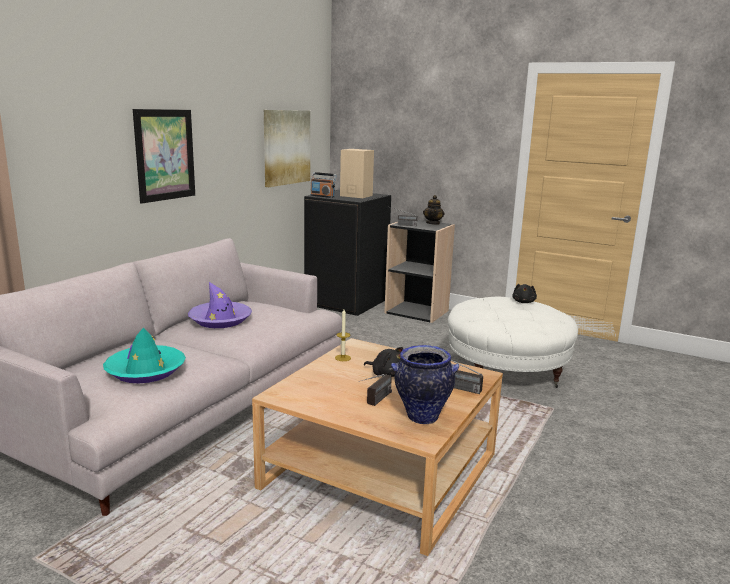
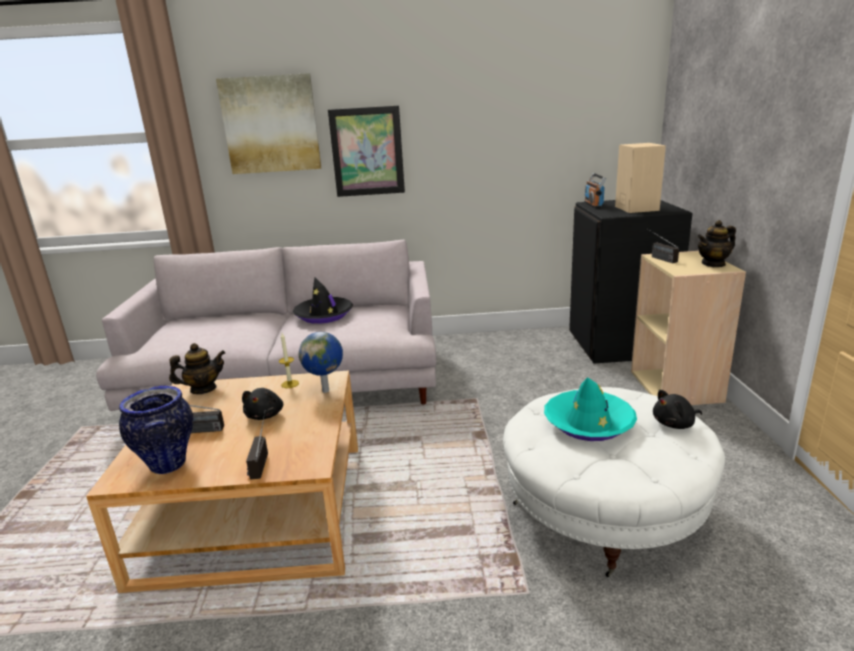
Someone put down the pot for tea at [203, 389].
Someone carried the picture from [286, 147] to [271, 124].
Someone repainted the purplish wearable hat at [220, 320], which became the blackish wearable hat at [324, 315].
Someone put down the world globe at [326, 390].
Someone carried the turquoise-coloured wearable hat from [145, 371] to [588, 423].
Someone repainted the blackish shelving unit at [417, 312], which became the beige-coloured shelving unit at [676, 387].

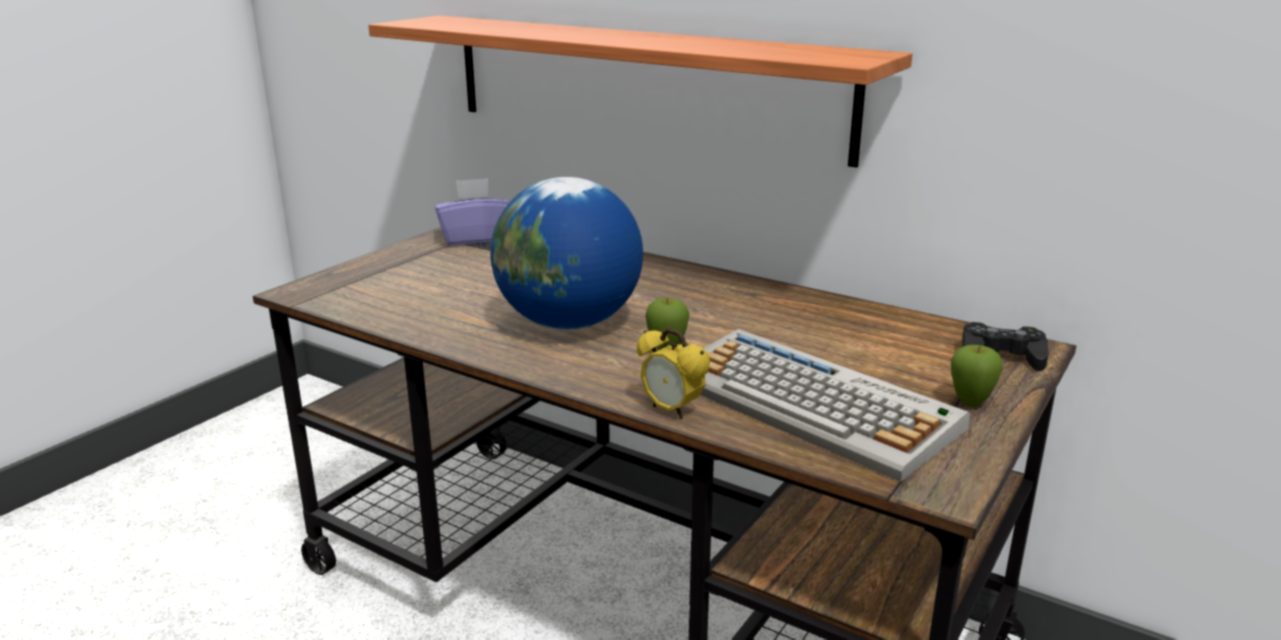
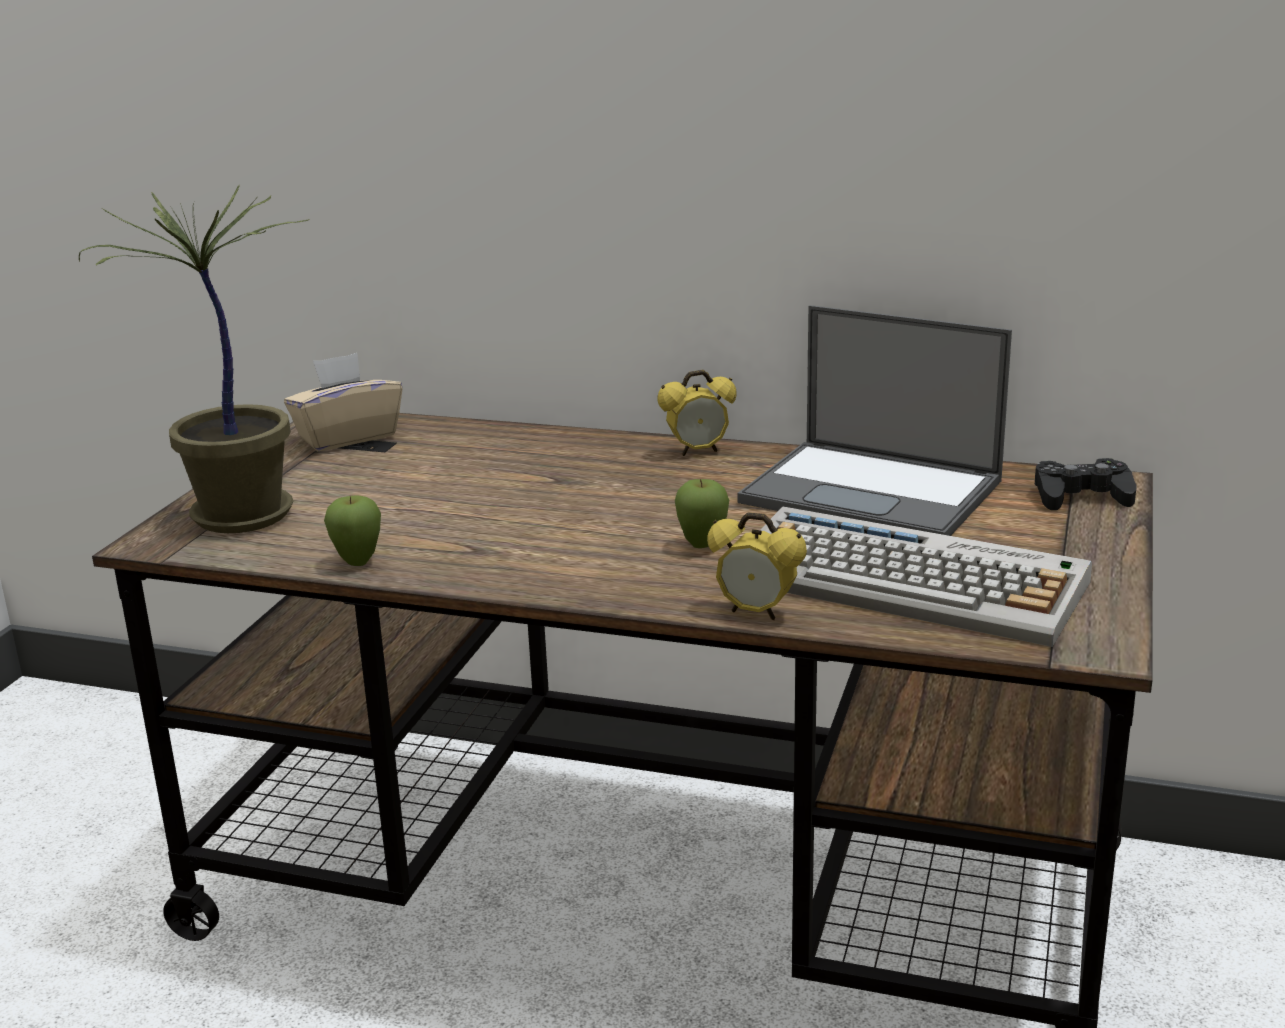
Someone put down the plant in a pot at [238, 517].
Someone repainted the purplish tissue holder at [476, 238], which became the beige-coloured tissue holder at [347, 437].
Someone carried the apple from [970, 403] to [357, 562].
Someone put down the table clock at [698, 451].
Someone put down the portable computer at [874, 492].
Someone took away the bracket shelf at [641, 84].
Someone took away the world globe at [568, 323].

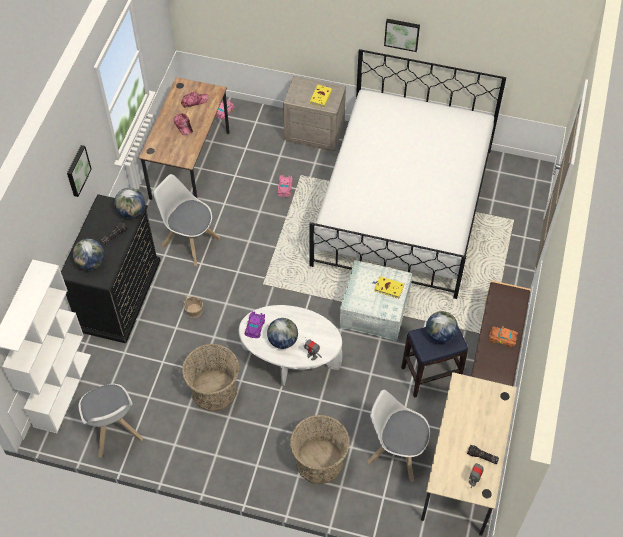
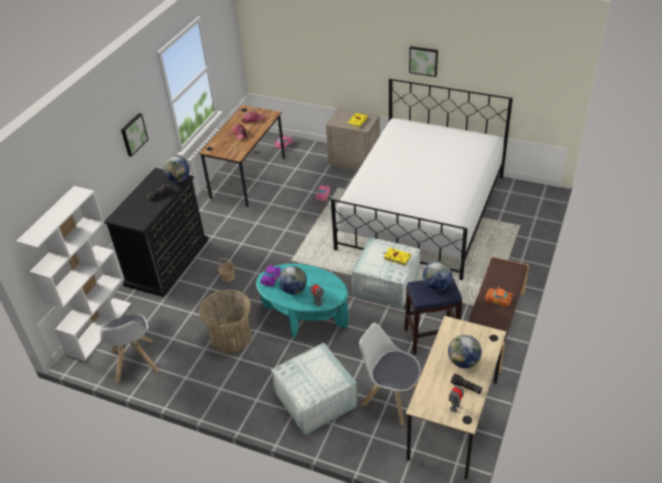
Someone repainted the white-coloured coffee table at [291, 359], which became the turquoise-coloured coffee table at [304, 317].
Someone swapped the storage basket at [319, 462] for the white-coloured ottoman at [315, 401].
Someone carried the world globe from [91, 263] to [463, 362].
Someone took away the plain chair at [189, 241].

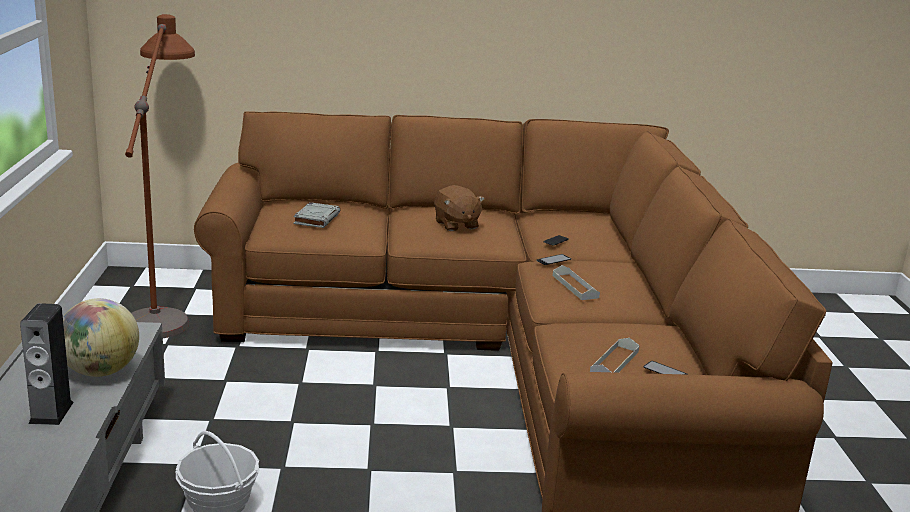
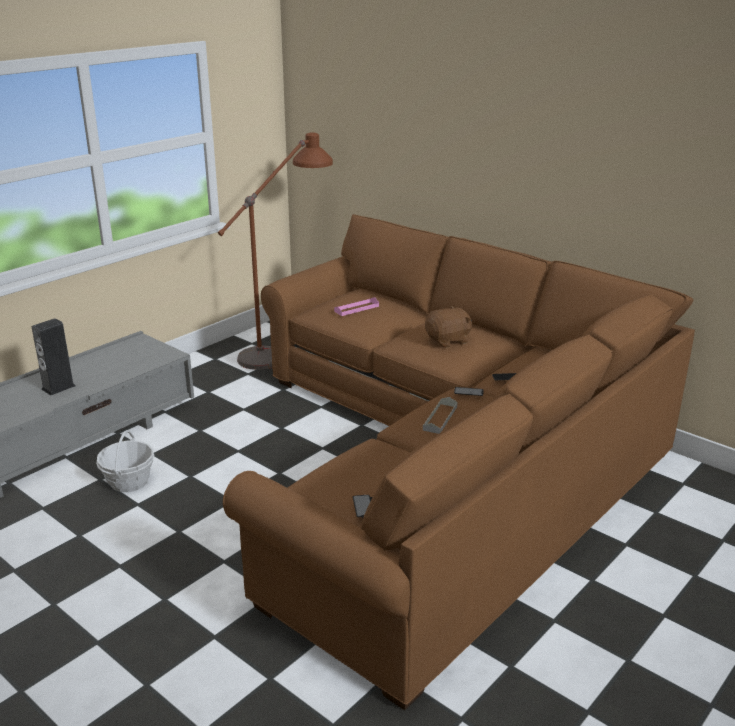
Someone swapped the greyish bound book at [316, 219] for the pink serving tray at [356, 309].
Someone rotated the brownish plush toy at [456, 225] by 135 degrees counterclockwise.
Someone took away the world globe at [100, 371].
Someone took away the greyish serving tray at [614, 362].

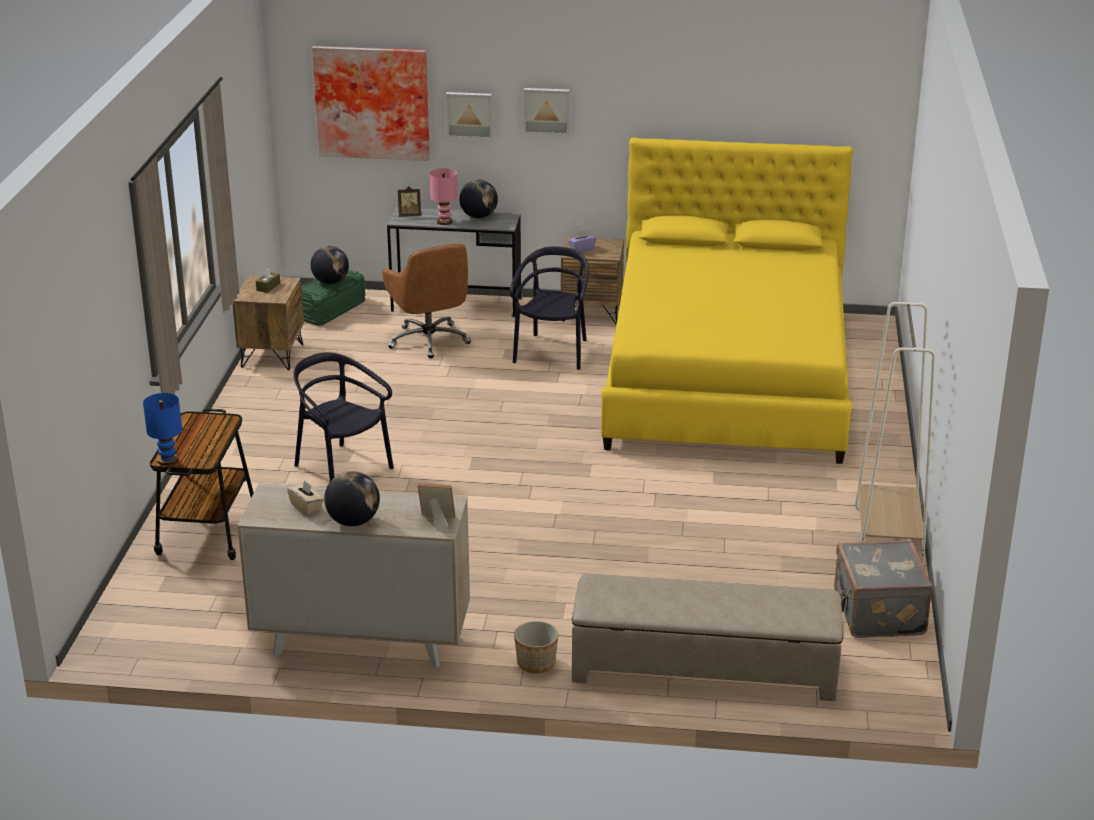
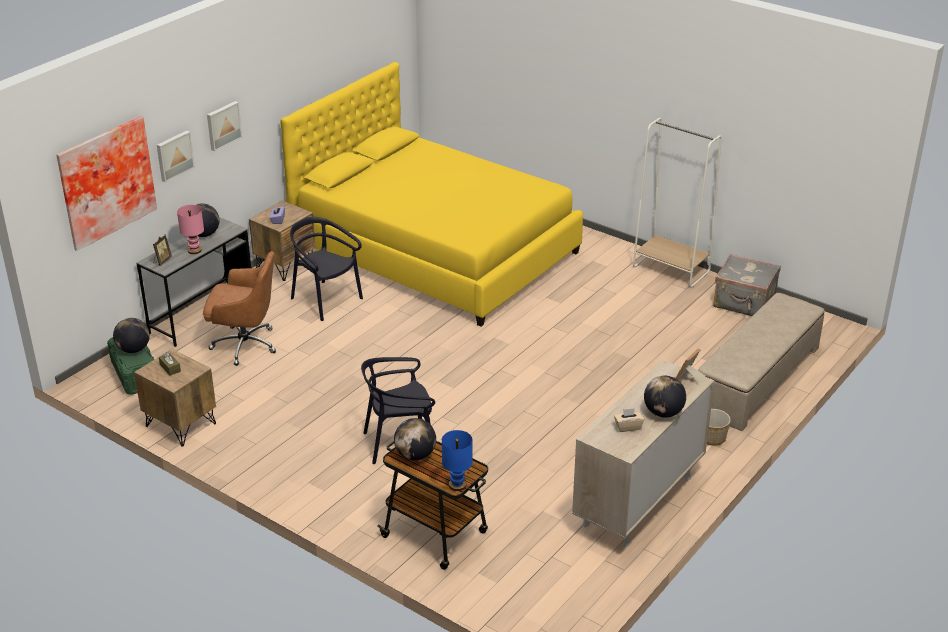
Someone put down the world globe at [415, 455].

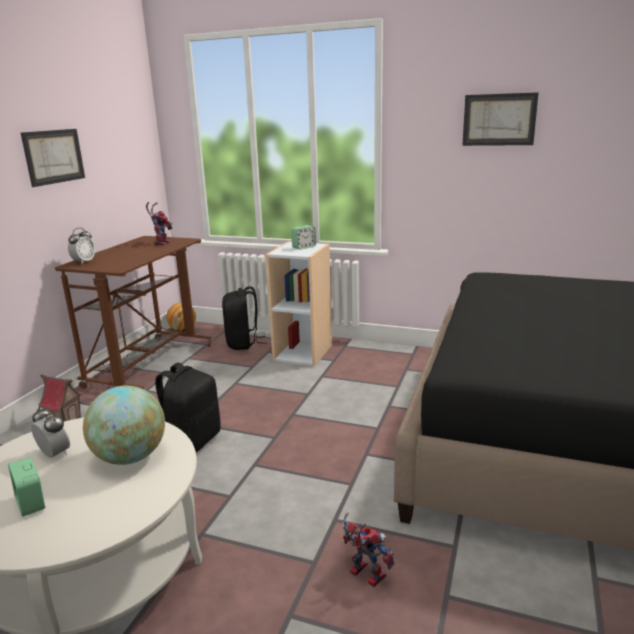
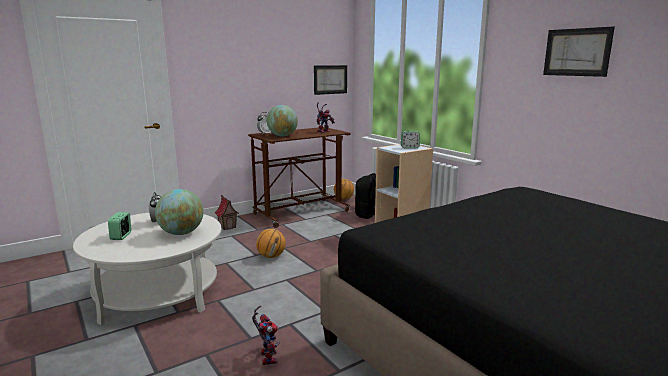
Someone swapped the blackish rucksack at [192, 441] for the basketball at [271, 256].
Someone put down the world globe at [282, 136].
Someone carried the picture from [54, 156] to [330, 79].

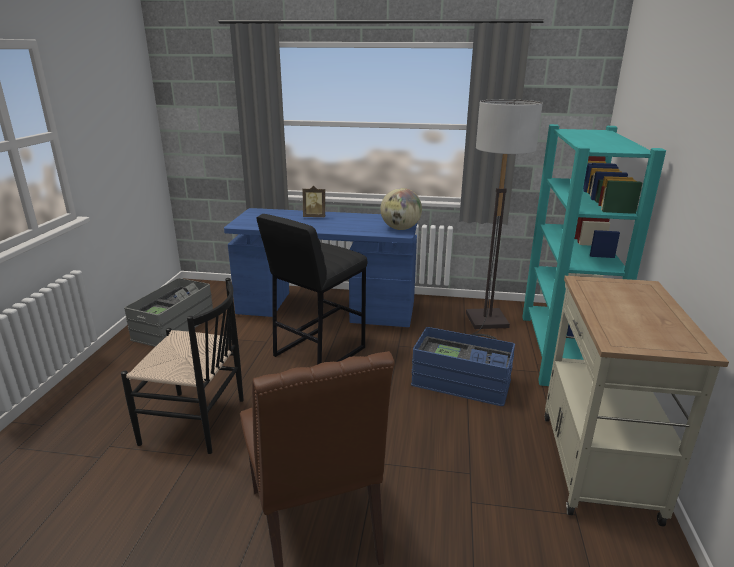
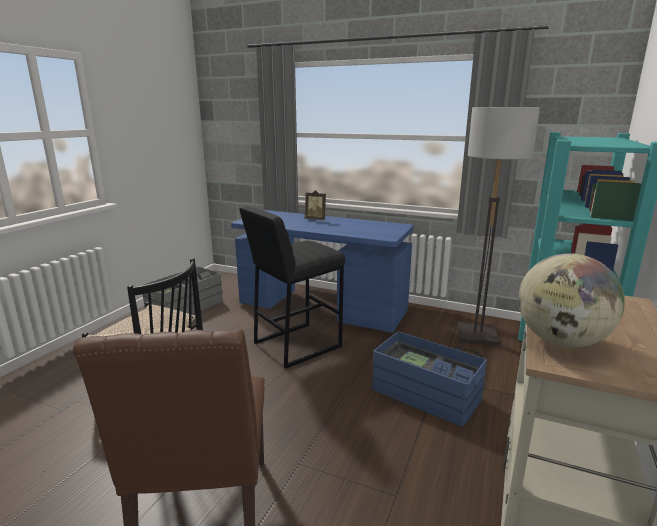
Someone carried the world globe from [400, 229] to [560, 341].

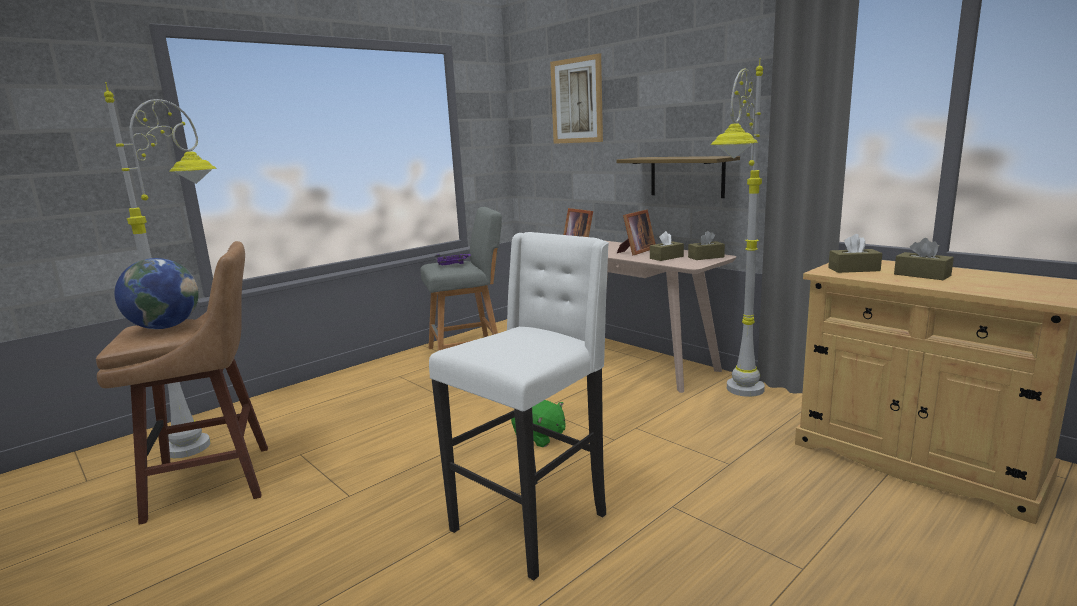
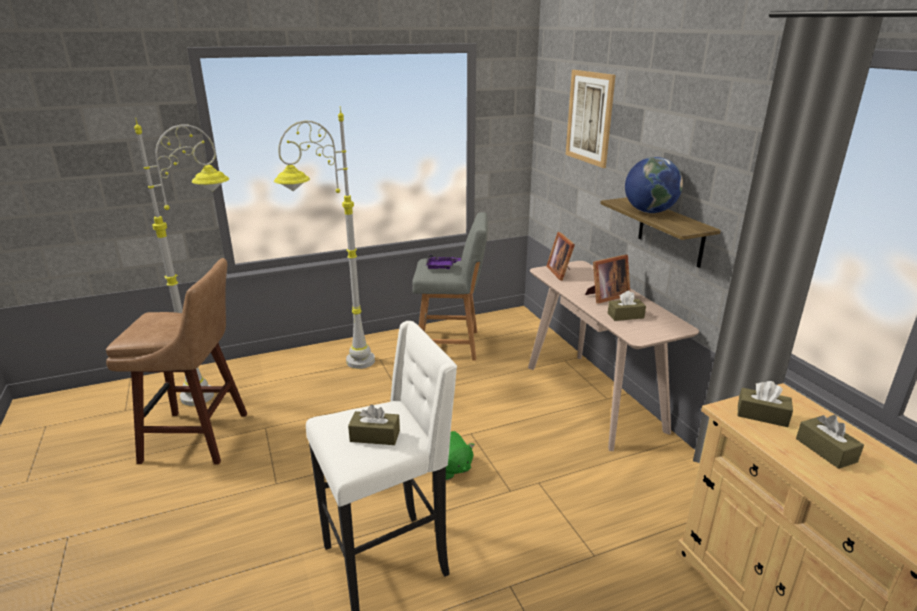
Someone carried the greyish floor lamp from [735, 400] to [337, 368].
Someone carried the brownish tissue holder from [706, 257] to [375, 436].
Someone carried the world globe from [165, 327] to [649, 212].

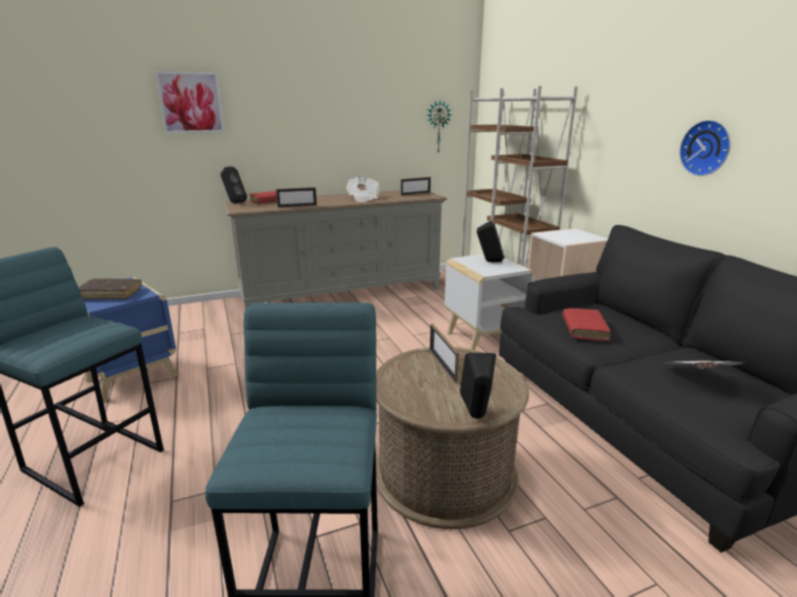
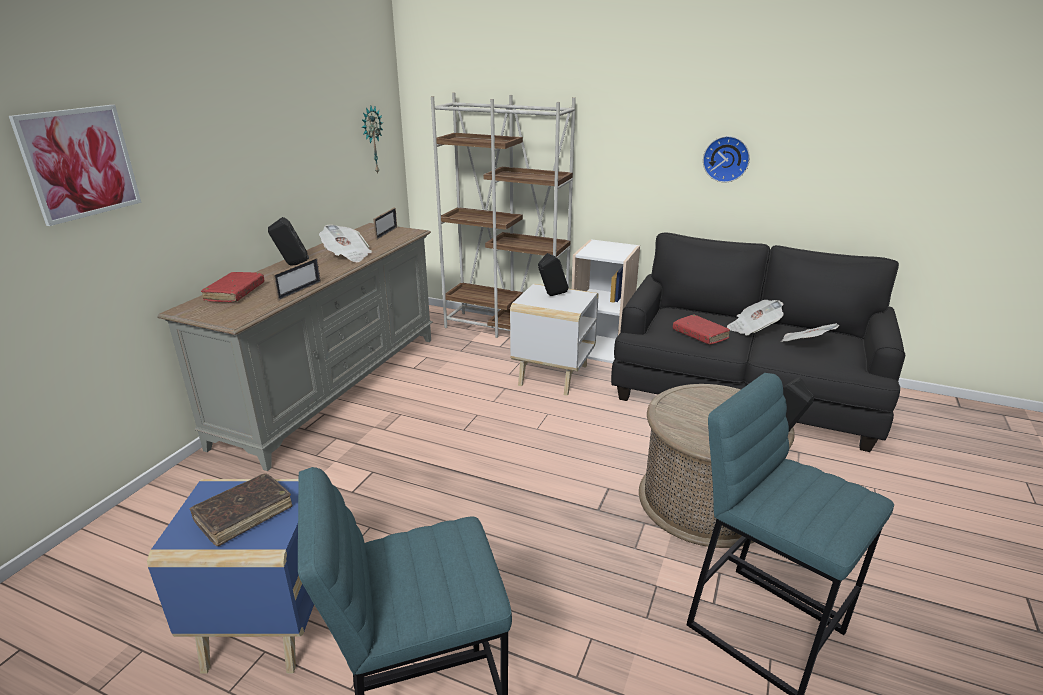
Someone carried the blackish loudspeaker from [234, 203] to [292, 265].
Someone put down the newspaper at [752, 329].
Someone took away the standing frame at [442, 365].

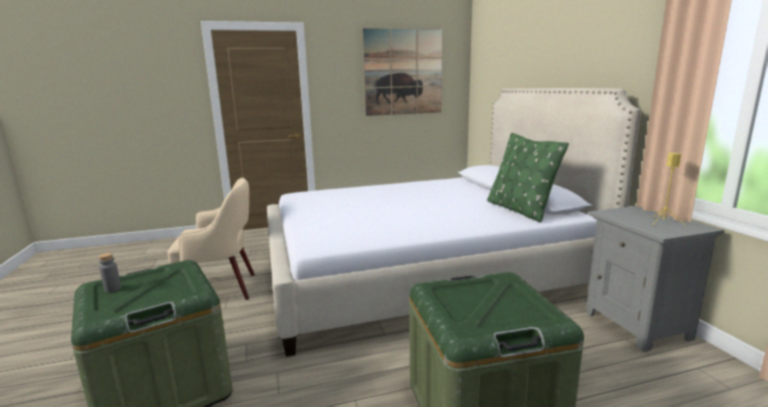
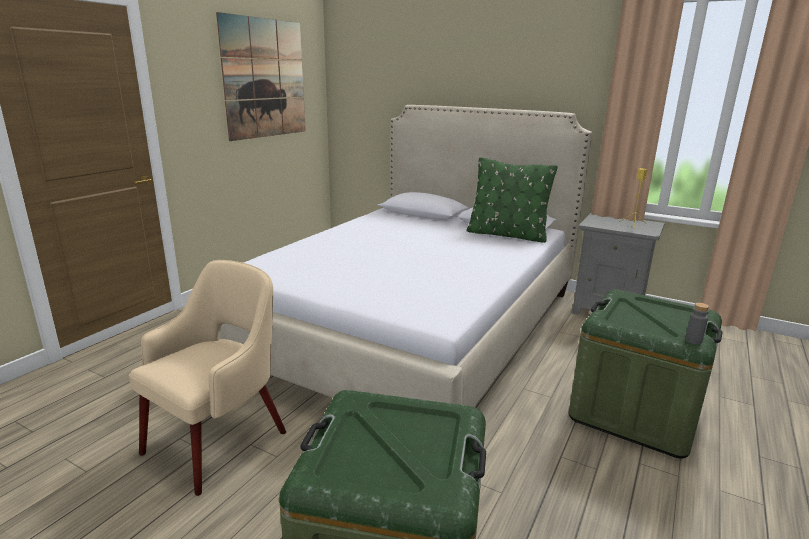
Someone carried the greyish bottle from [113, 289] to [693, 341].

